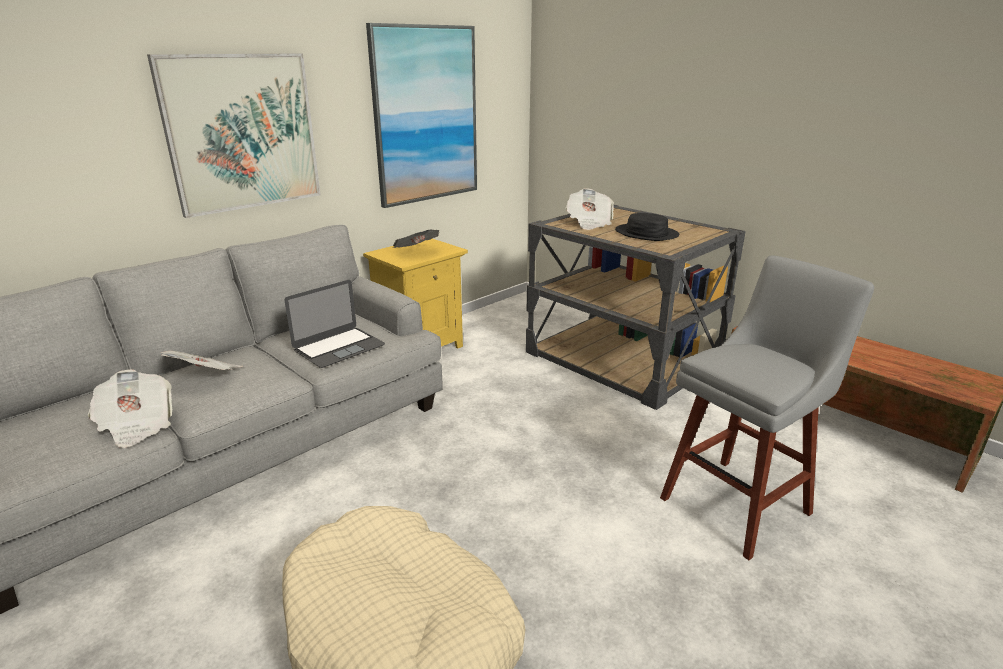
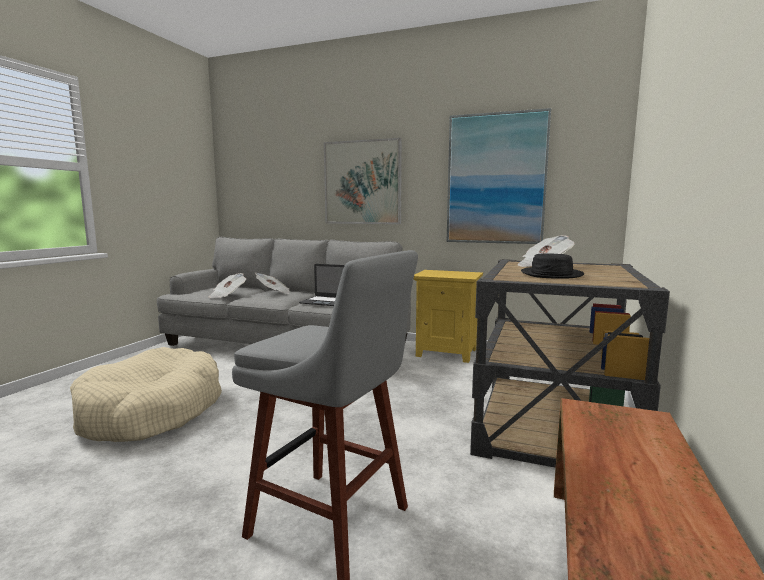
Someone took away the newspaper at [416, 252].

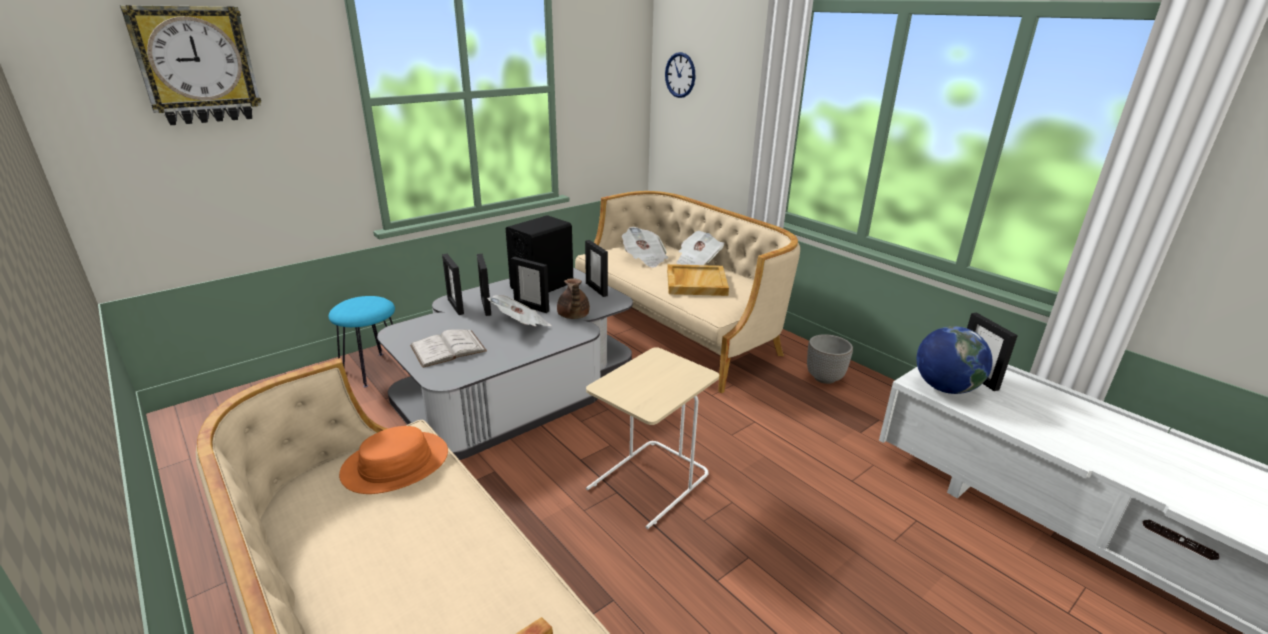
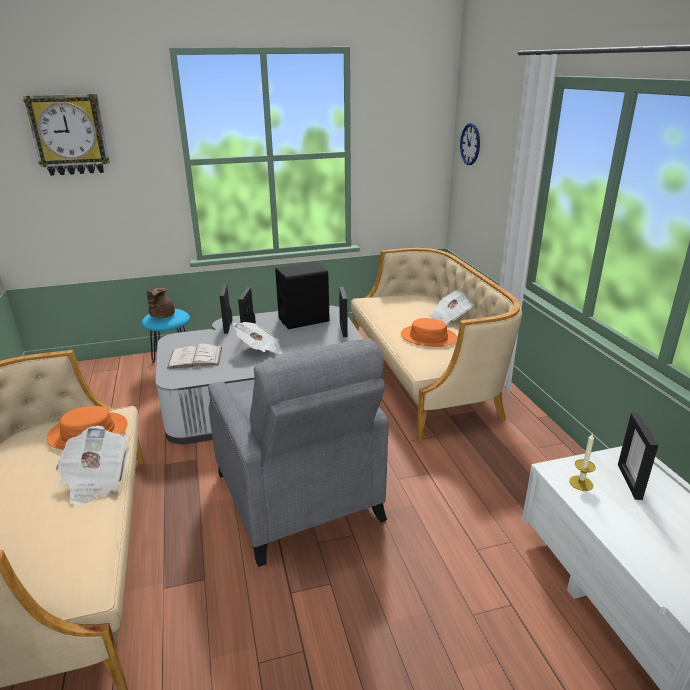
Someone carried the newspaper from [644, 259] to [96, 480].
Someone carried the brownish pot for tea from [573, 316] to [161, 316].
Someone swapped the beige-coloured side table at [650, 483] for the greyish armchair at [299, 500].
Someone swapped the beige-coloured serving tray at [695, 282] for the orangey wearable hat at [428, 337].
Someone swapped the world globe at [945, 388] for the candle at [581, 483].
Someone took away the standing frame at [532, 307].
Someone took away the plant pot at [825, 378].

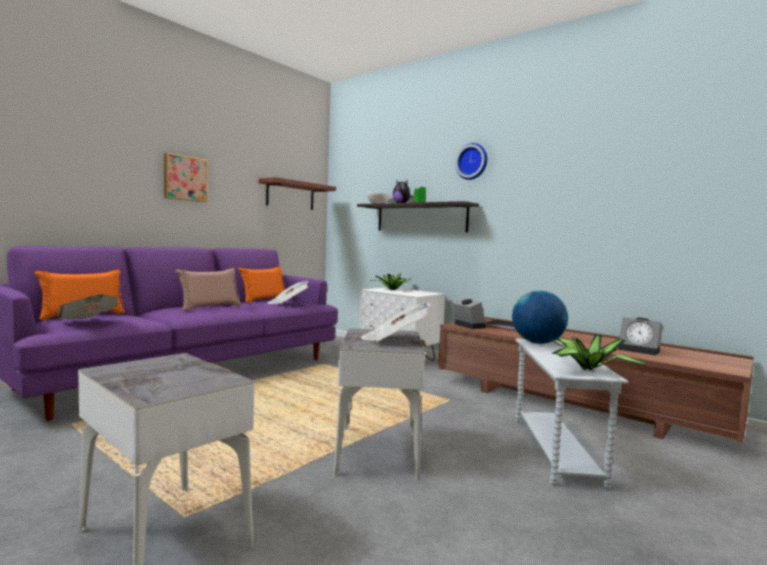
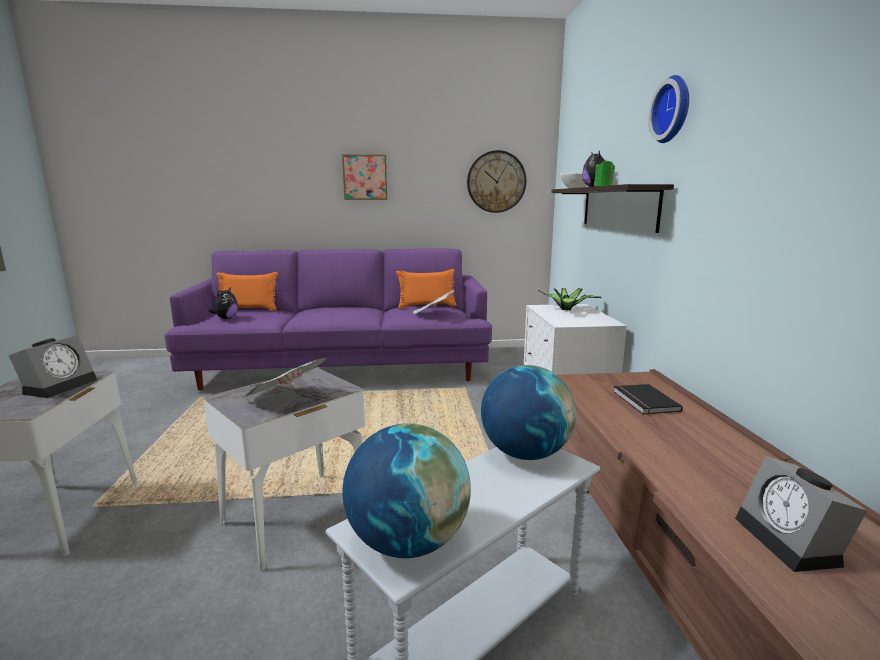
Someone carried the table clock from [467, 326] to [60, 385].
Someone swapped the newspaper at [88, 322] for the plush toy at [226, 318].
Someone swapped the plant in a pot at [587, 370] for the world globe at [408, 541].
Someone swapped the bracket shelf at [290, 195] for the hanging clock at [496, 182].
Someone took away the beige-coloured pillow at [210, 308].

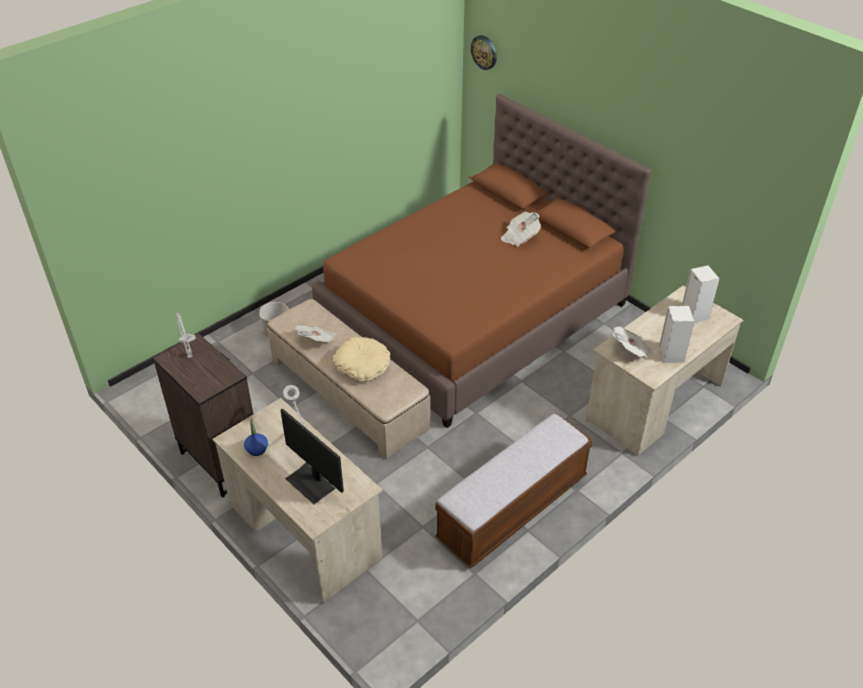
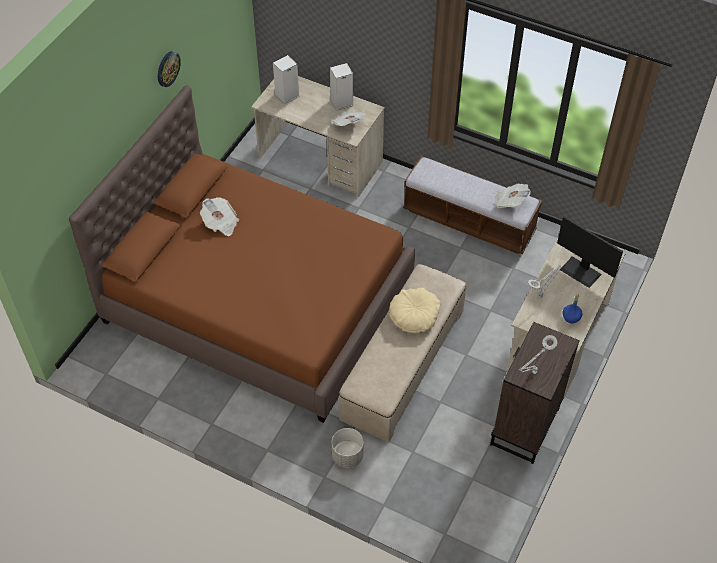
Someone carried the hanging clock from [484, 52] to [168, 68].
Someone carried the newspaper from [317, 341] to [509, 201].
Someone rotated the monitor at [311, 483] by 105 degrees clockwise.

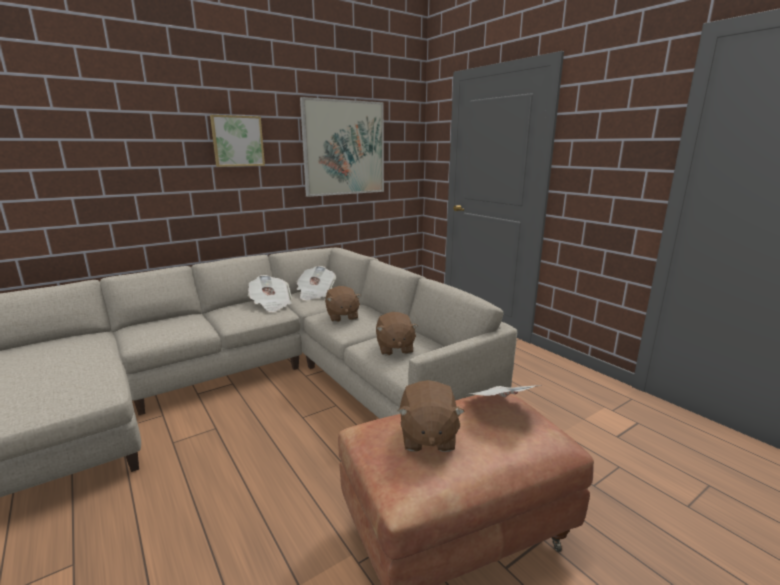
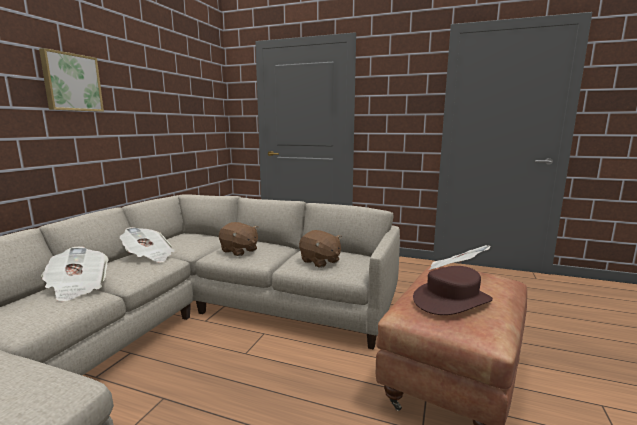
Someone carried the newspaper from [315, 294] to [77, 287].
Someone swapped the brownish plush toy at [427, 437] for the brownish wearable hat at [451, 300].
Someone took away the picture at [344, 148].

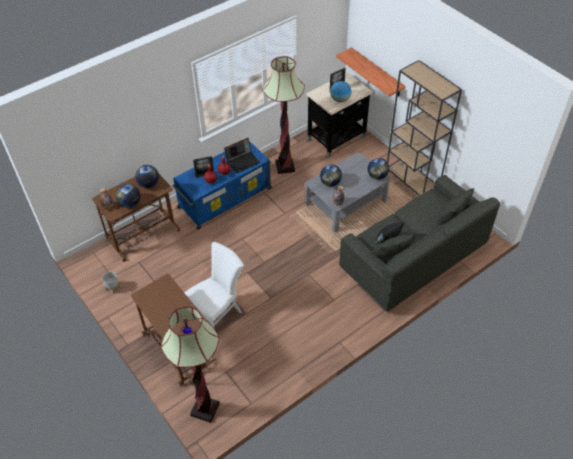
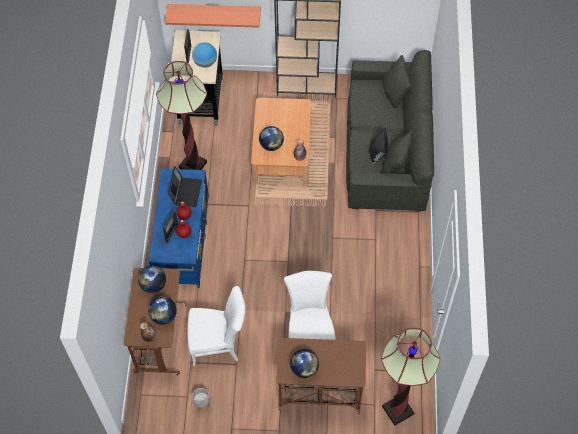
Someone put down the white-coloured plain chair at [219, 344].
Someone repainted the greyish coffee table at [346, 202], which became the brownish coffee table at [282, 151].
Someone carried the world globe from [377, 176] to [304, 368].

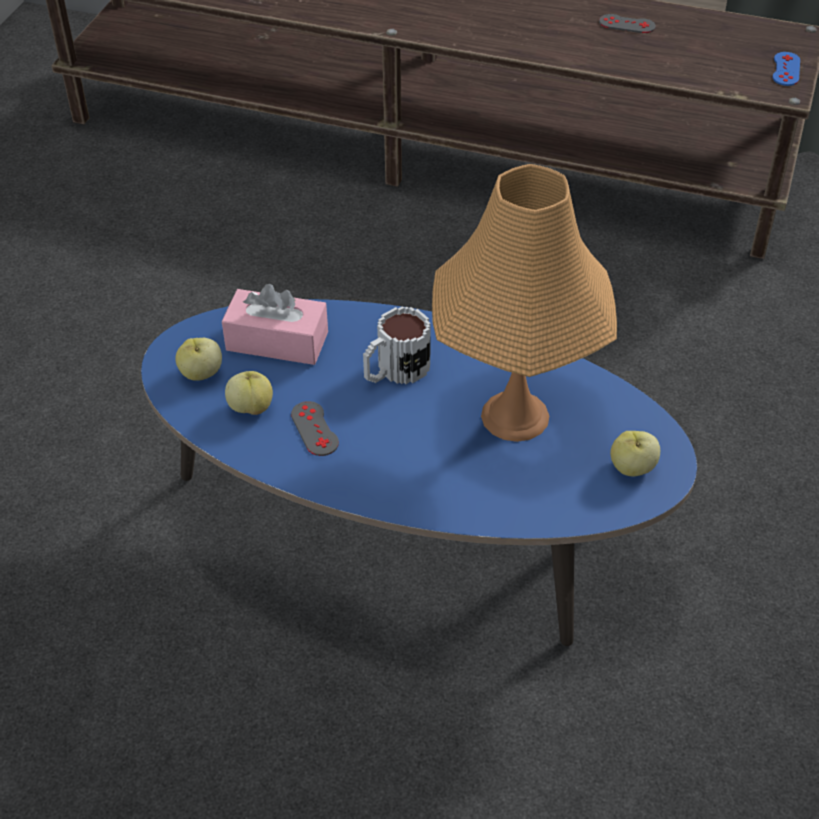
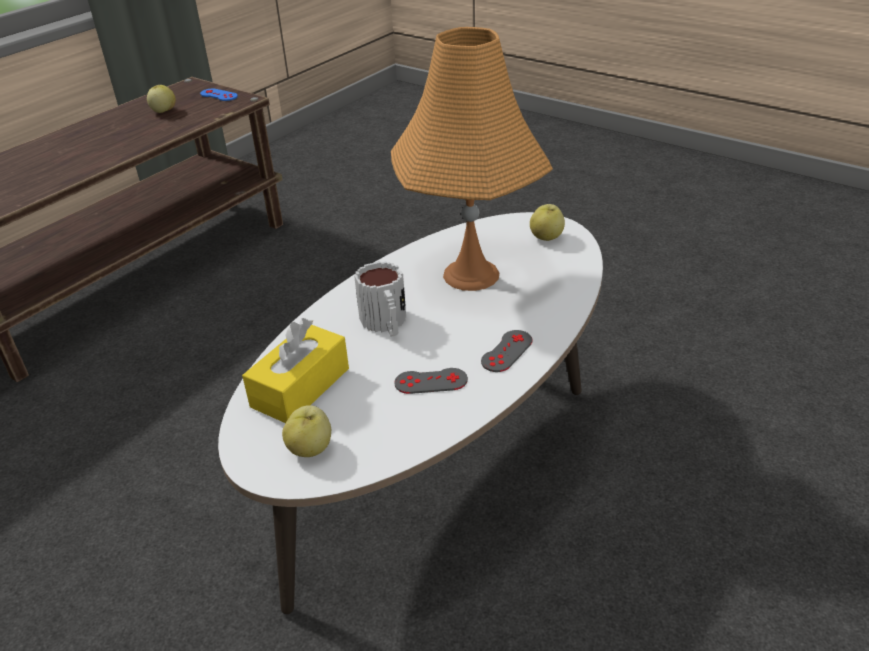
Someone carried the apple from [251, 407] to [163, 111].
Someone repainted the bluish coffee table at [410, 536], which became the white-coloured coffee table at [441, 455].
Someone repainted the pink tissue holder at [277, 341], which became the yellow-coloured tissue holder at [300, 387].
Someone carried the greyish game controller from [627, 24] to [506, 351].

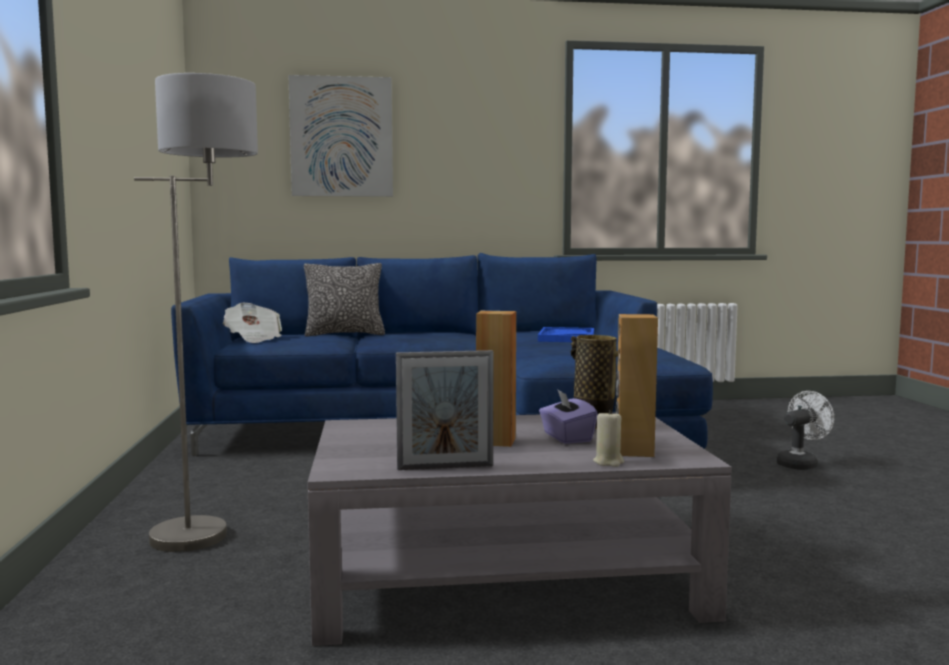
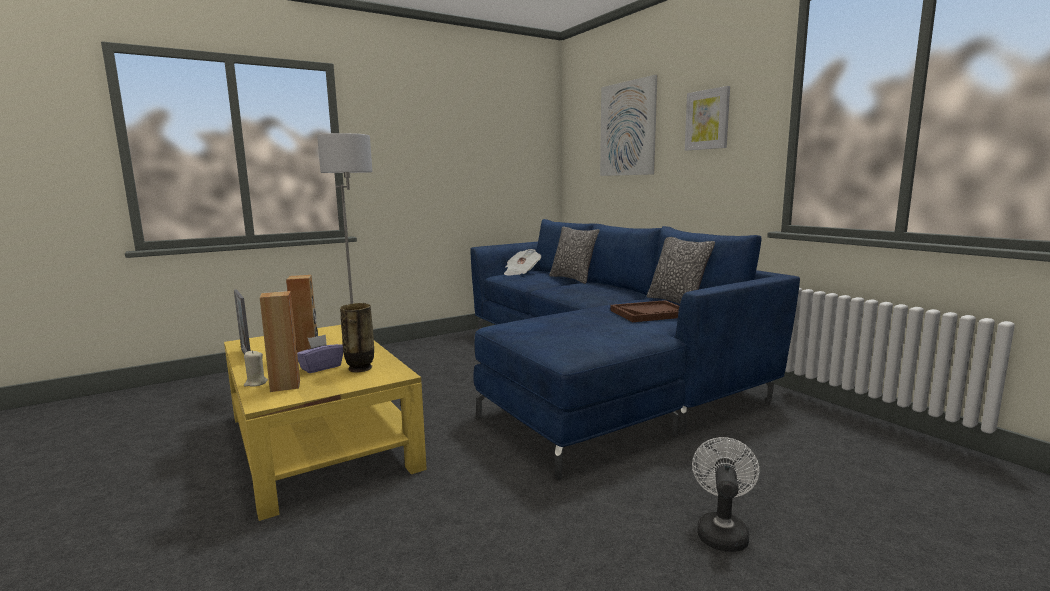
Someone repainted the greyish coffee table at [506, 579], which became the yellow-coloured coffee table at [320, 441].
Someone repainted the bluish serving tray at [566, 337], which became the brownish serving tray at [649, 313].
Someone put down the pillow at [677, 302].
Someone put up the picture at [707, 119].
Someone rotated the white-coloured cooling fan at [800, 464] by 105 degrees counterclockwise.

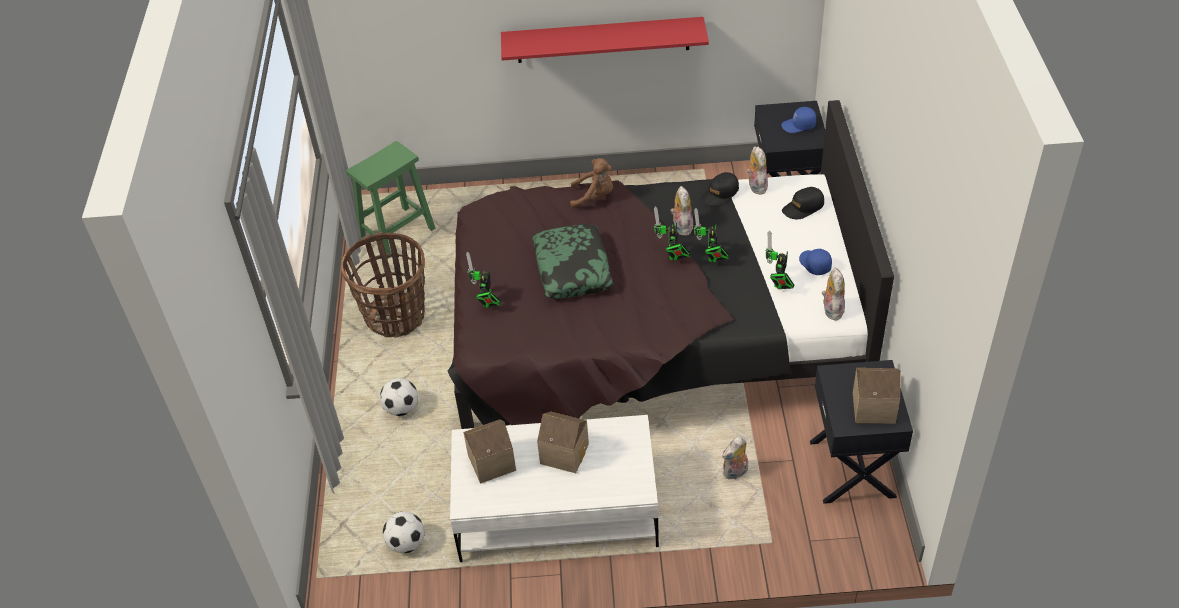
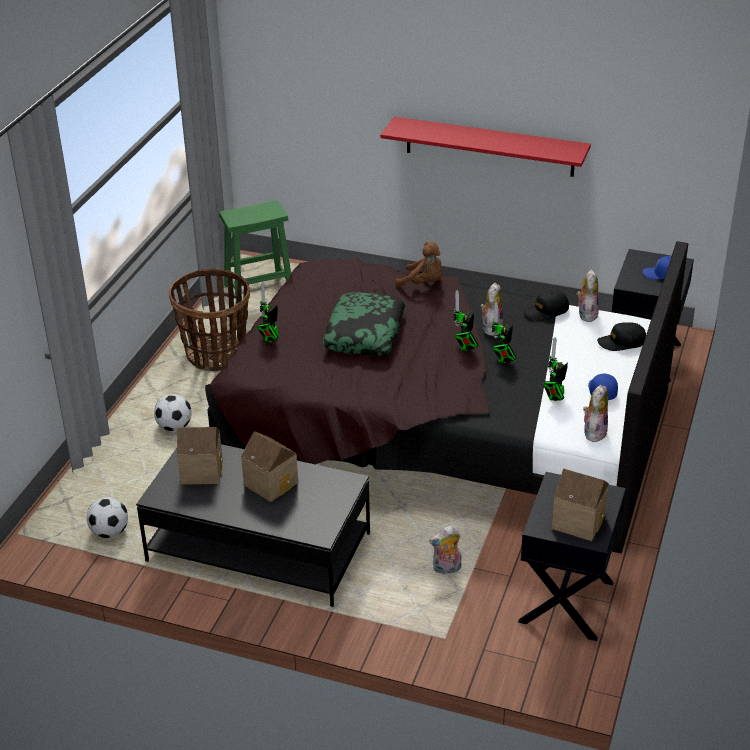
Someone repainted the white-coloured coffee table at [557, 510], which became the blackish coffee table at [259, 547].

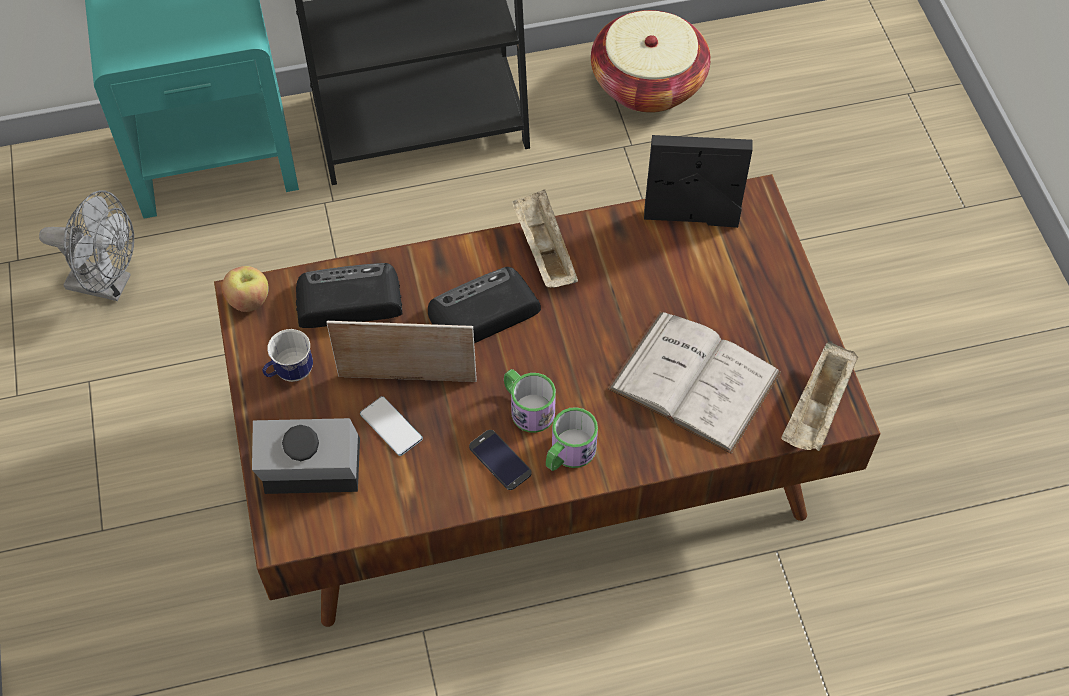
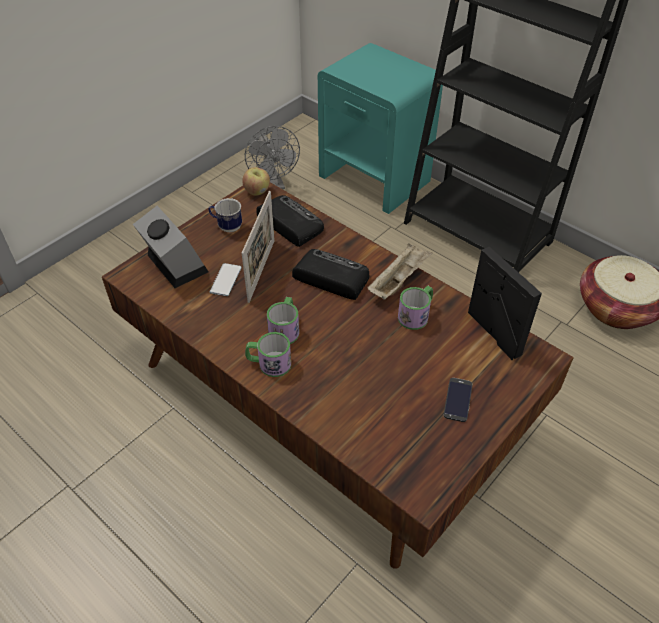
Someone rotated the standing frame at [407, 378] by 45 degrees clockwise.
Someone put down the tea mug at [416, 315].
Someone carried the phone from [500, 460] to [458, 400].
Someone took away the white-coloured bound book at [694, 381].
Someone took away the beige-coloured serving tray at [817, 410].

